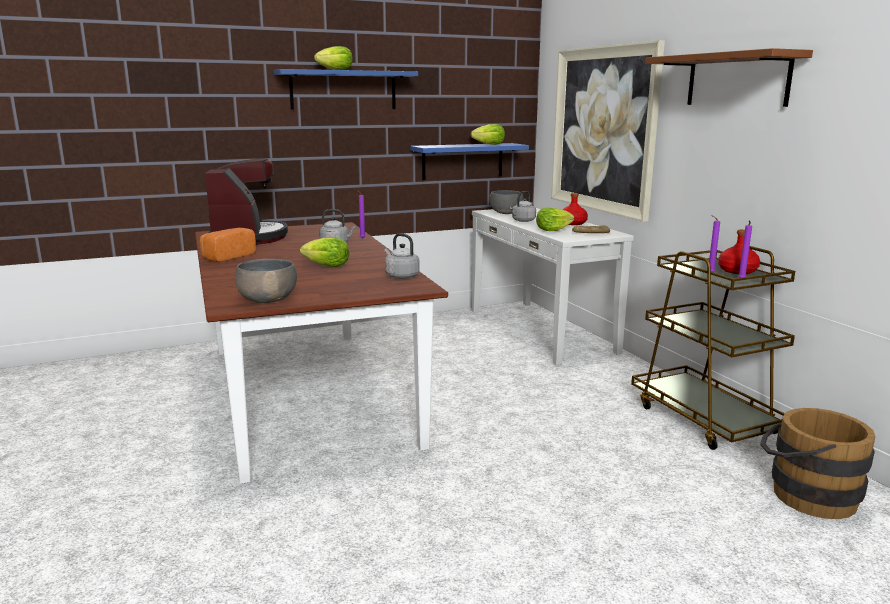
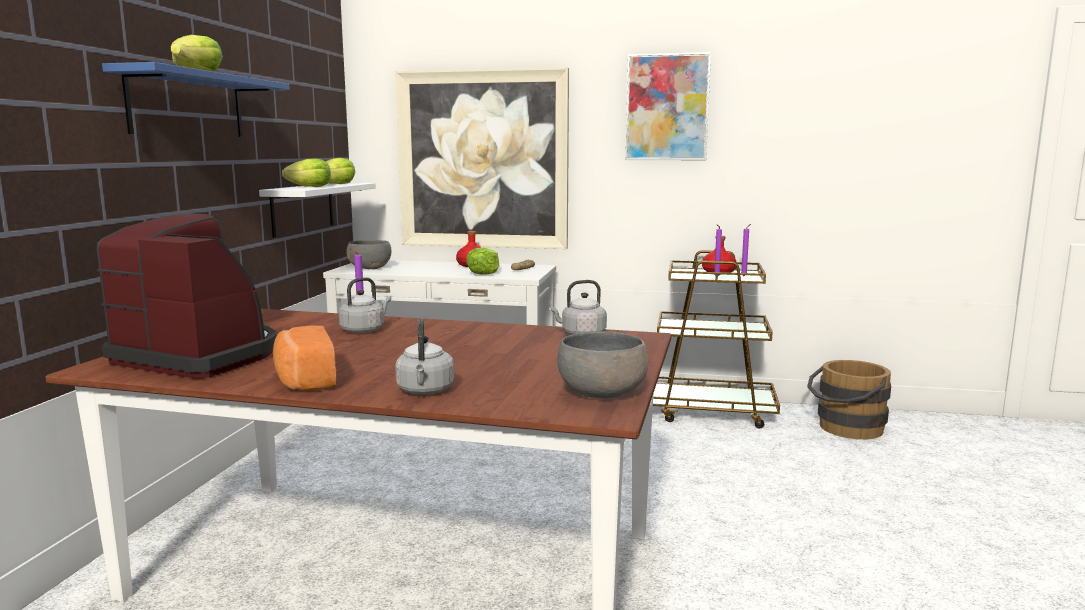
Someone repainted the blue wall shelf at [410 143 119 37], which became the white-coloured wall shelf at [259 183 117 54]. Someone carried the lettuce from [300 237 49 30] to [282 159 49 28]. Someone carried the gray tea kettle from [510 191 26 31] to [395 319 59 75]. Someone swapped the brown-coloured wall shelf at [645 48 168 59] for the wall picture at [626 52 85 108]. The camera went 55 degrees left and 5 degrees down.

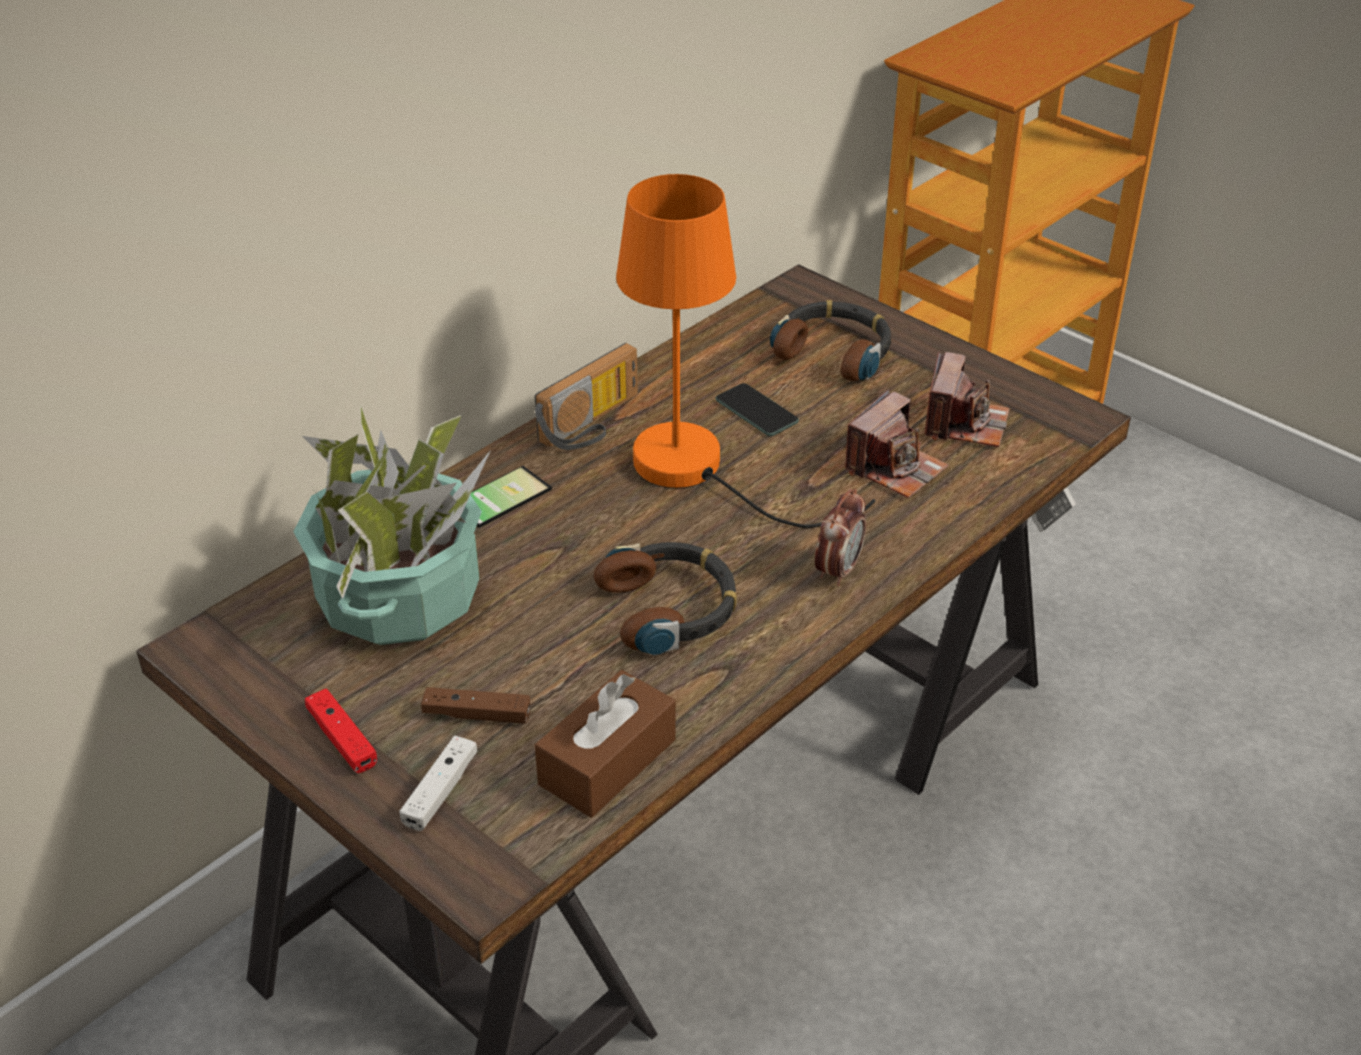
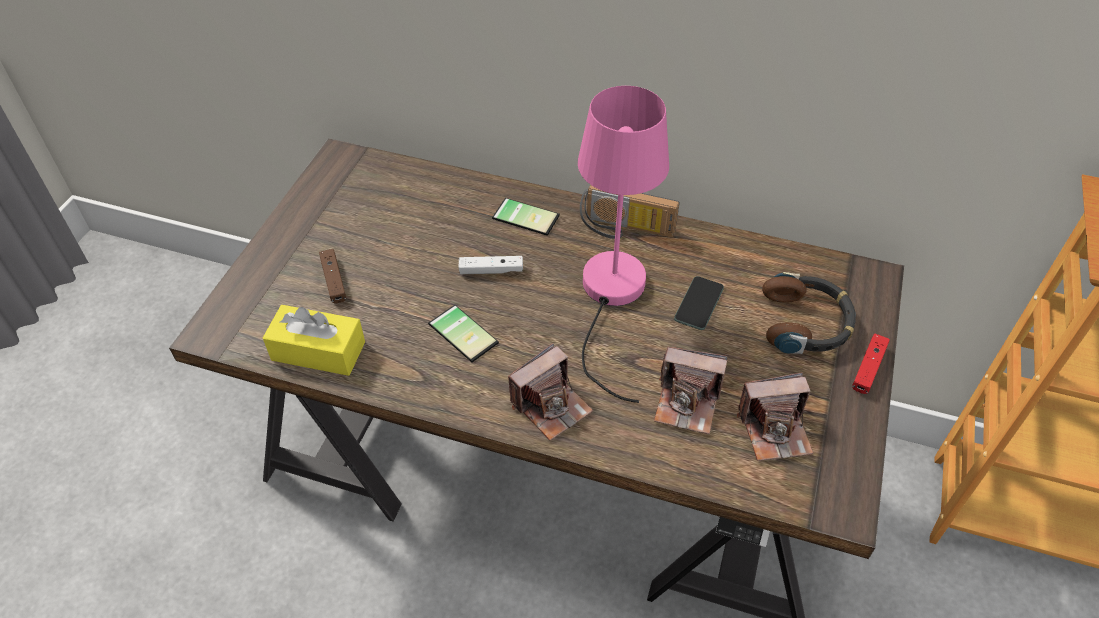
Someone repainted the brown-coloured tissue holder at [535 670 141 148], which became the yellowish tissue holder at [263 305 102 71]. Someone swapped the headset at [594 542 143 114] for the telephone at [428 305 71 57]. Someone carried the white-coloured gamepad from [399 736 79 95] to [459 256 64 18]. Someone swapped the bedside clock at [815 489 51 97] for the photo camera at [508 343 85 98]. Someone repainted the orange-coloured tabletop lamp at [616 174 259 354], which became the pink tabletop lamp at [578 86 91 317]. Someone carried the red-coloured gamepad from [305 689 72 84] to [852 334 38 60]. Someone took away the houseplant at [293 405 198 240]. The camera went 65 degrees right and 10 degrees up.

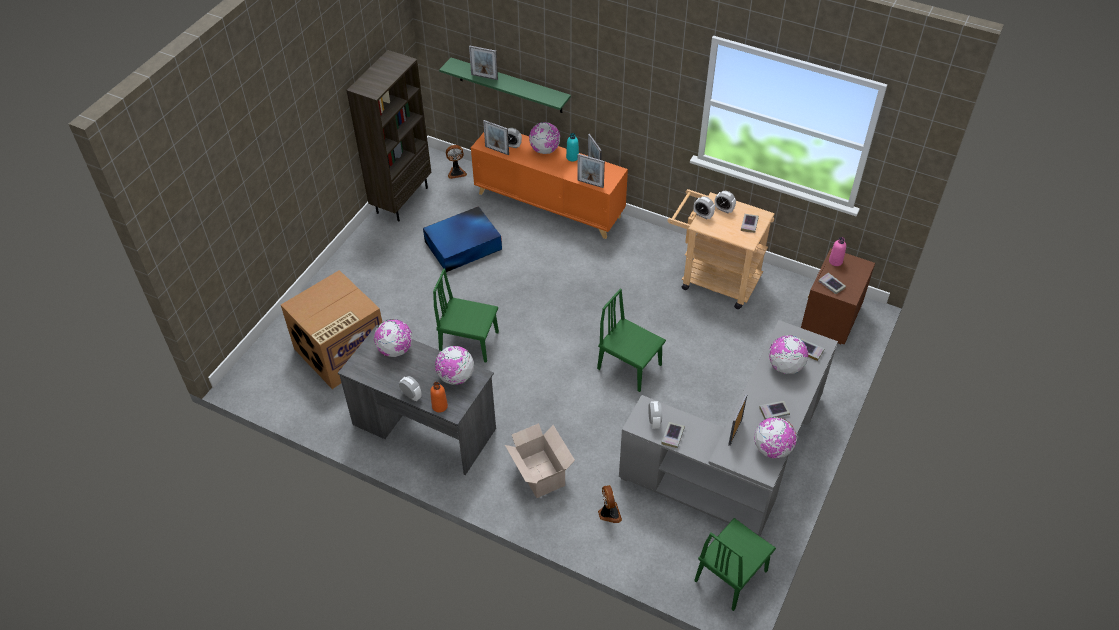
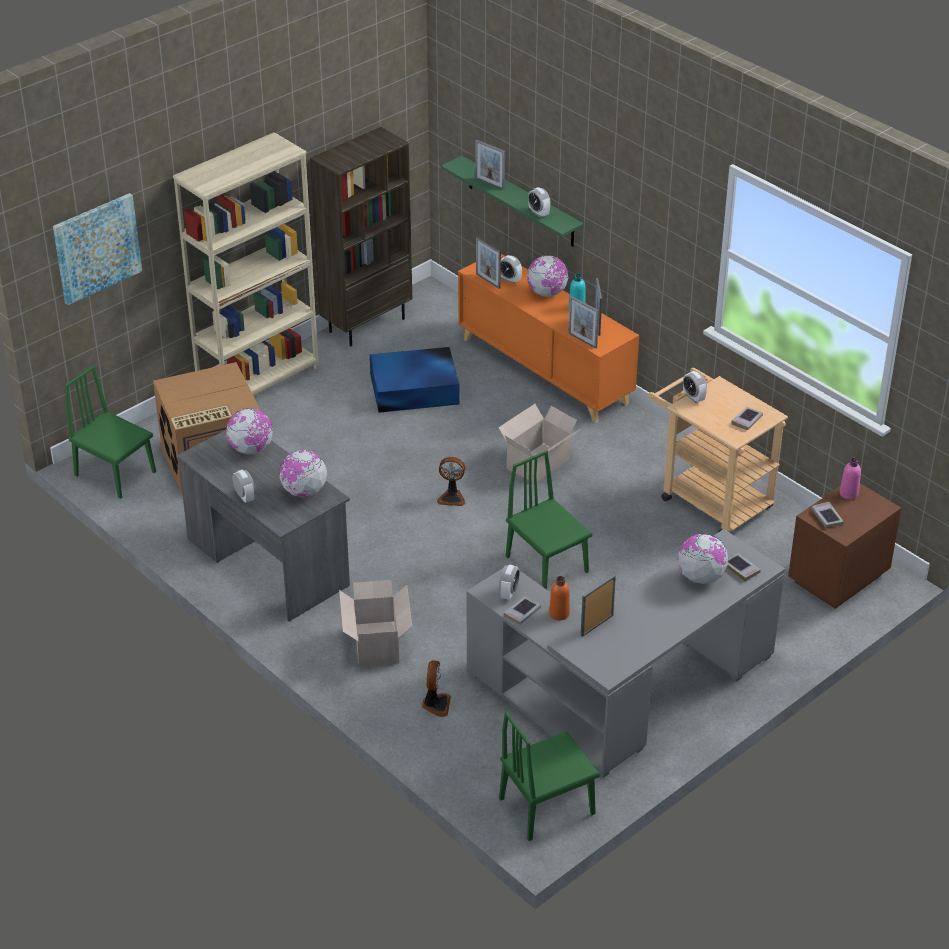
Someone put up the wall picture at [53 193 89 112]. Someone carried the greenish chair from [433 269 66 94] to [65 366 91 133]. Someone put down the beige-coloured shelving unit at [173 132 146 264]. Someone carried the fan from [446 145 21 34] to [437 456 28 50]. Someone put down the carton at [498 404 83 79]. Someone carried the bedside clock from [715 191 21 22] to [528 187 23 31]. Someone carried the orange-coloured bottle from [430 382 18 31] to [549 576 21 44]. Someone took away the world globe at [754 417 43 42]. Someone took away the book at [759 401 31 18]. The camera went 20 degrees right and 10 degrees down.

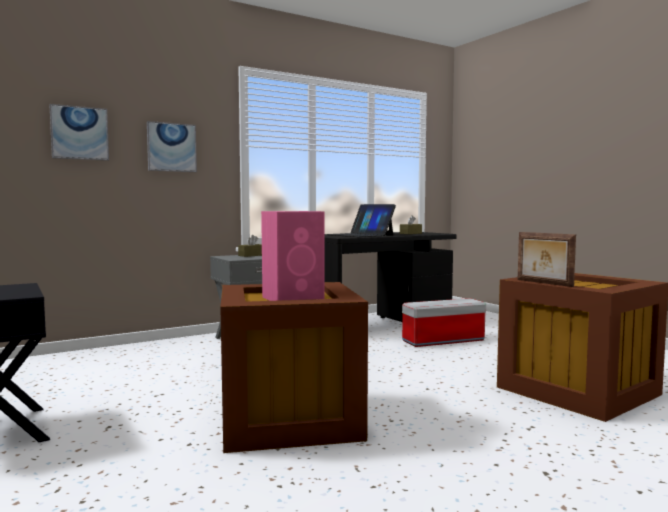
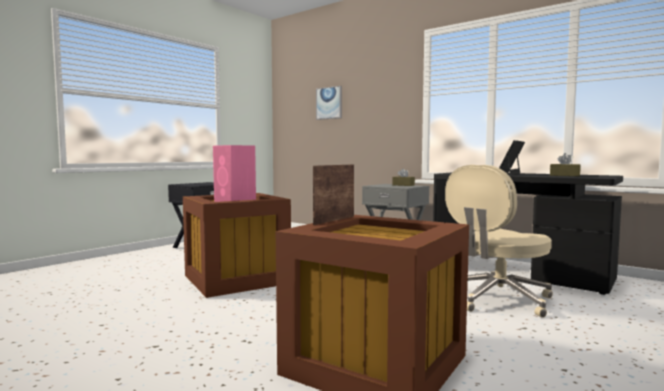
Someone swapped the storage box at [402 298 84 49] for the beige-coloured desk chair at [445 165 108 153]. Someone took away the wall picture at [147 121 50 51]. The camera went 70 degrees right and 0 degrees up.

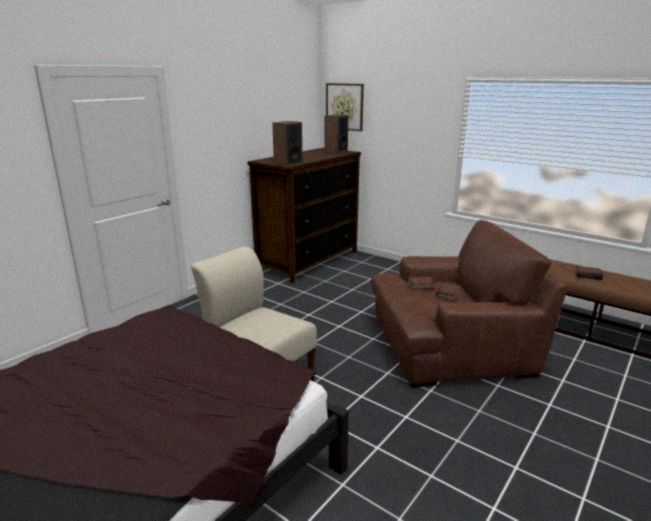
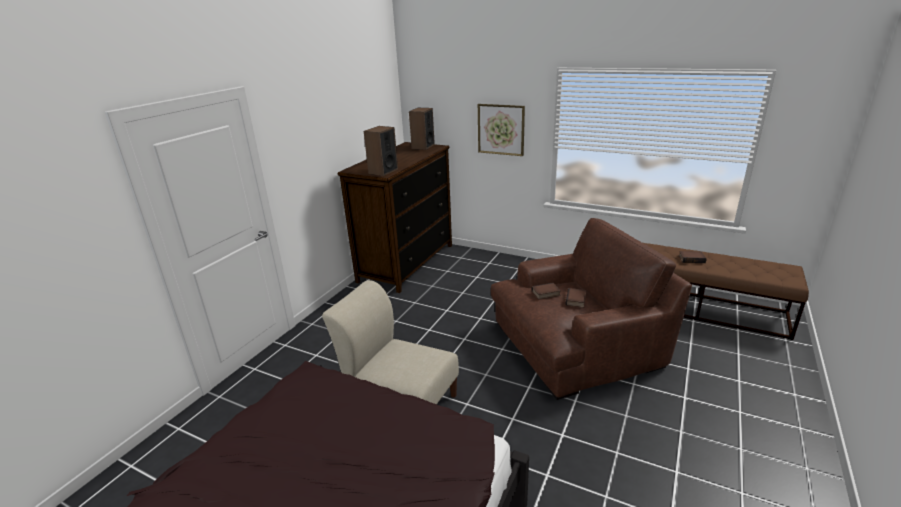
Someone carried the wall picture from [326 83 38 48] to [478 104 47 52]. The camera went 10 degrees left and 5 degrees up.

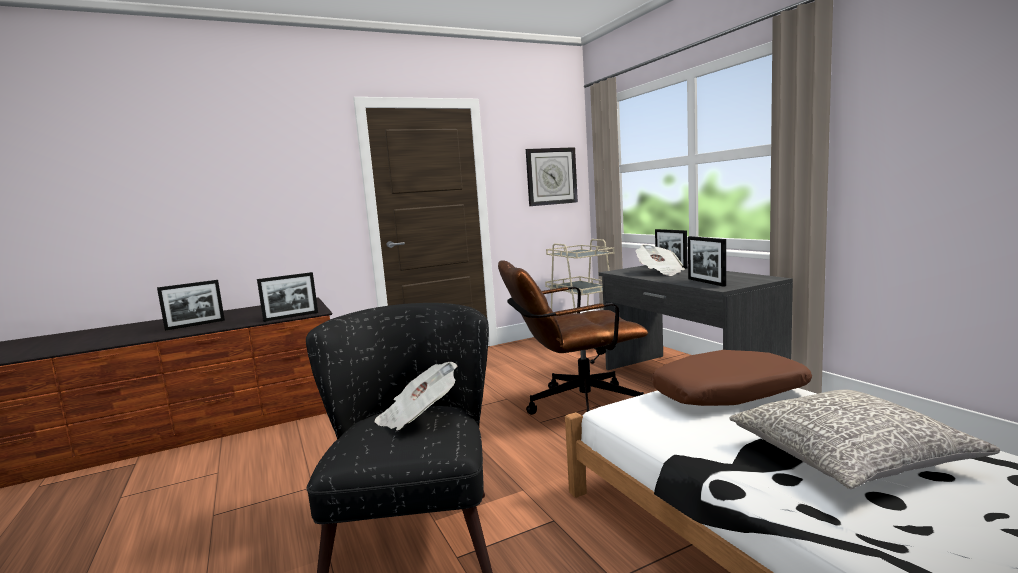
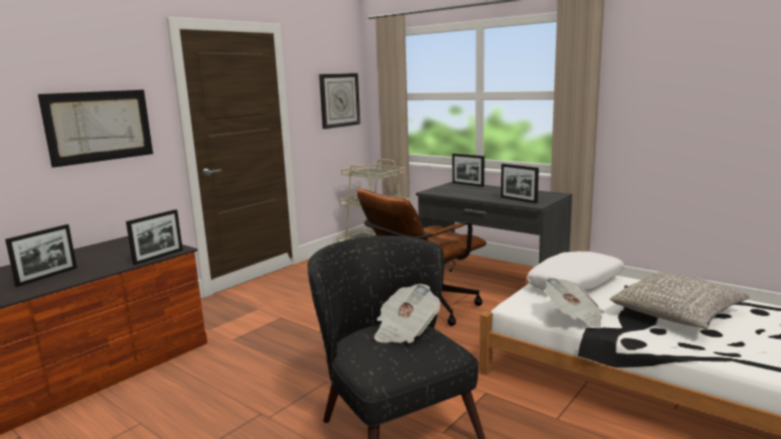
Someone put up the wall picture at [38 90 115 78]. Someone repainted the brown-coloured cushion at [651 350 161 56], which became the white-coloured cushion at [527 251 98 41]. Someone carried the printed paper from [635 244 50 32] to [545 277 59 51]. The camera went 25 degrees left and 5 degrees up.

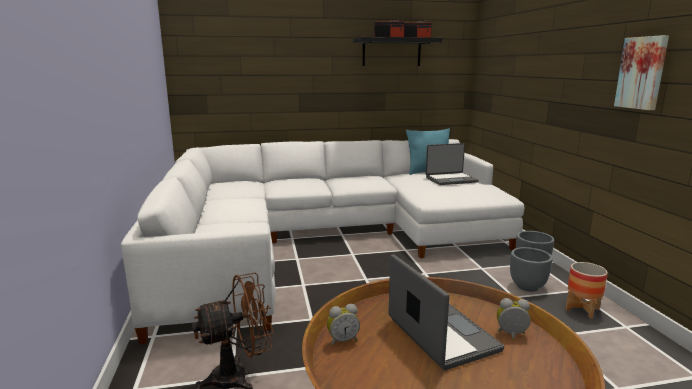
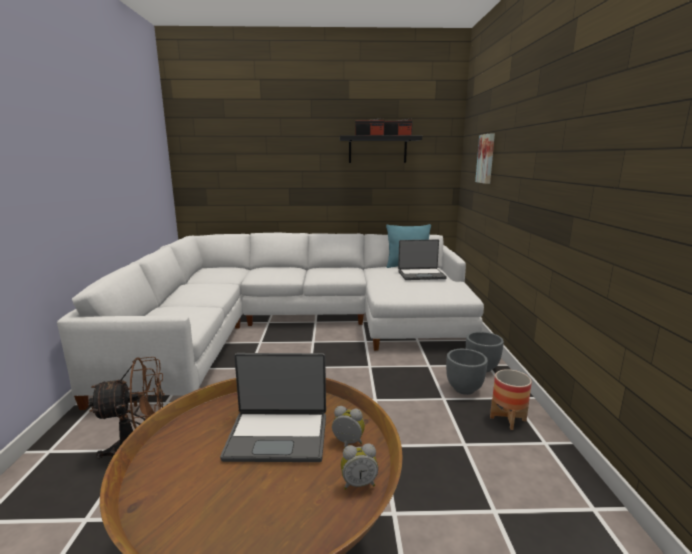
Someone rotated the laptop at [389 254 115 116] by 105 degrees clockwise. Someone carried the bedside clock from [327 304 33 42] to [341 443 37 47]. Someone carried the wall picture from [614 35 55 75] to [475 133 20 51]. The camera went 10 degrees right and 0 degrees up.

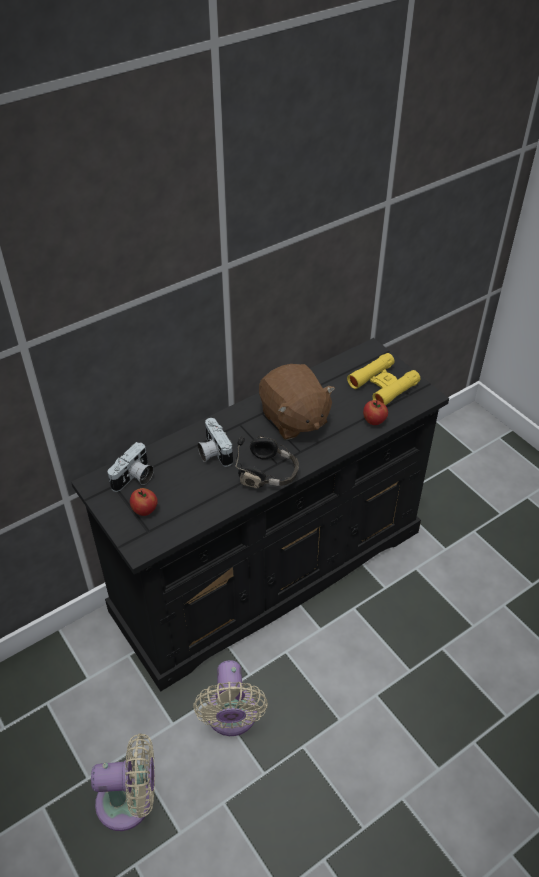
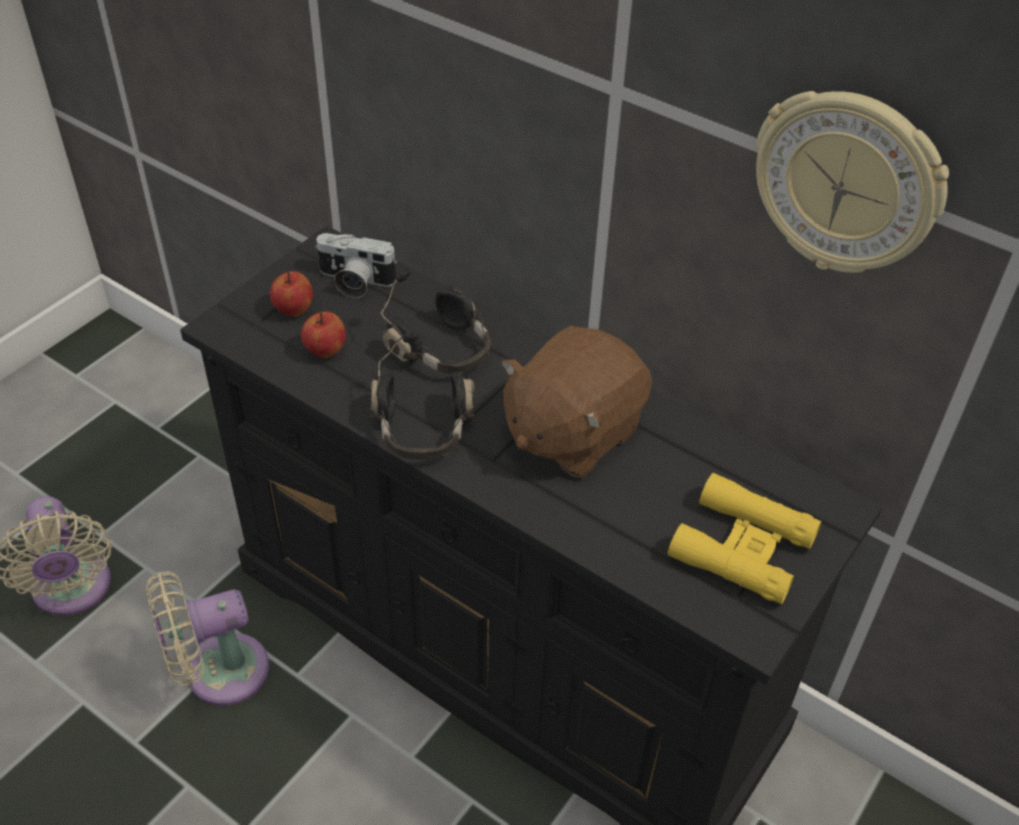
Someone carried the whole apple from [363 400 25 25] to [301 311 45 47]. Someone swapped the photo camera at [197 418 36 49] for the black-coloured headset at [380 268 111 106]. Someone put up the clock on the wall at [756 91 193 182]. The camera went 70 degrees right and 0 degrees up.

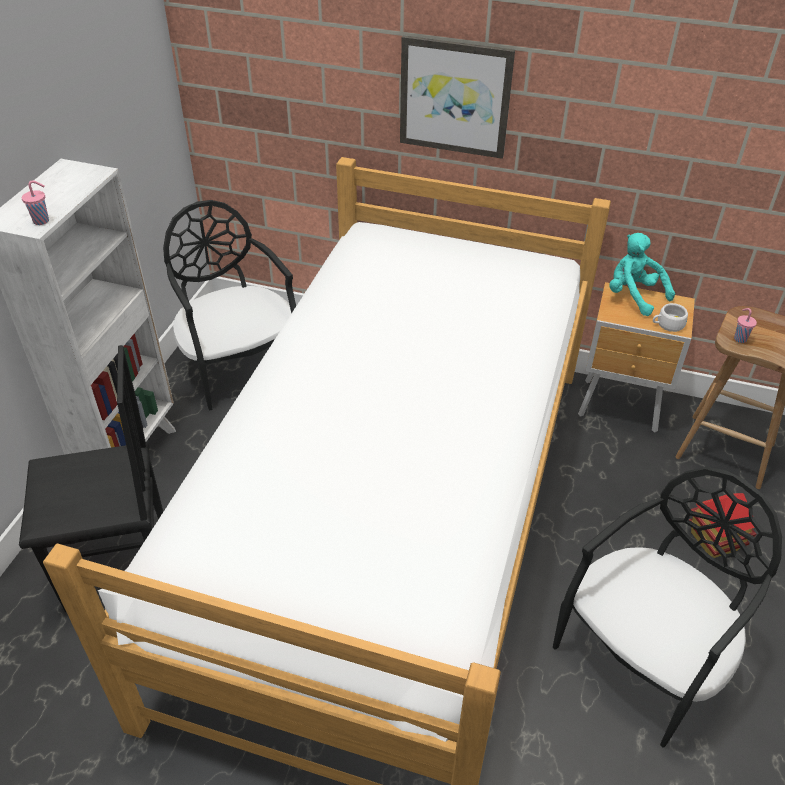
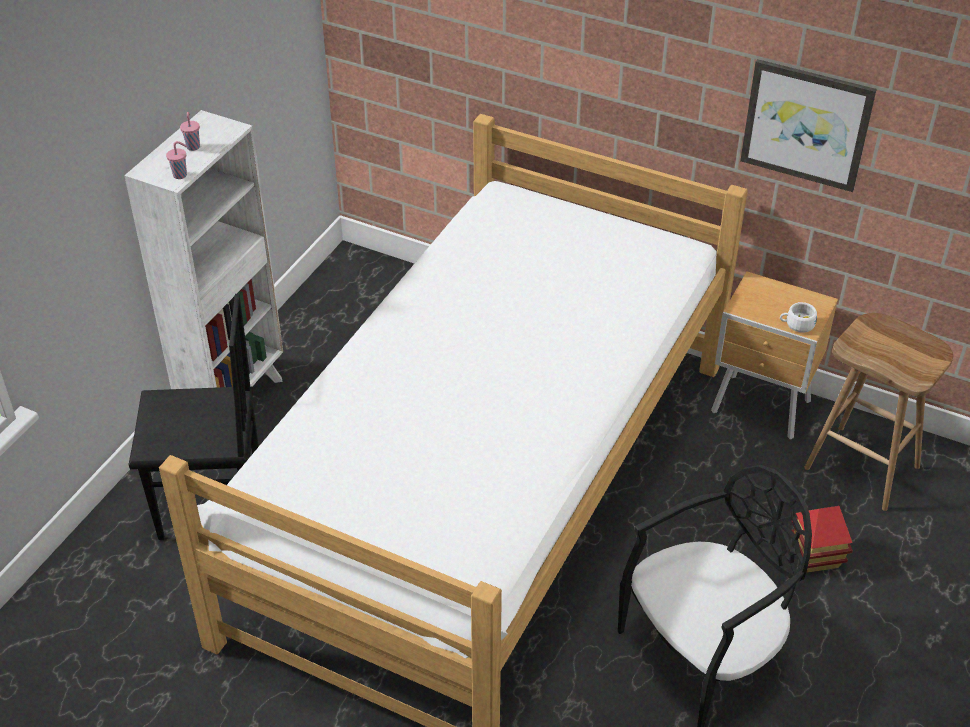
Someone carried the pink small cup from [734 308 23 35] to [180 112 20 39]. Someone carried the wall picture from [400 35 115 124] to [740 59 137 133]. Someone took away the black-coloured chair at [163 200 133 210]. Someone took away the blue-green plush toy at [609 233 66 83]. The camera went 10 degrees right and 0 degrees up.

